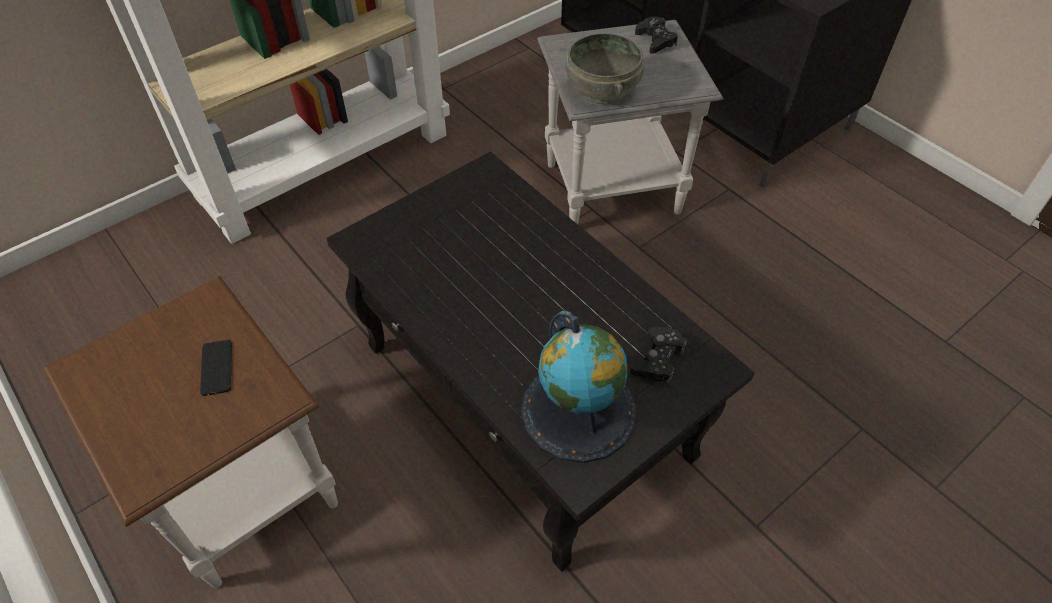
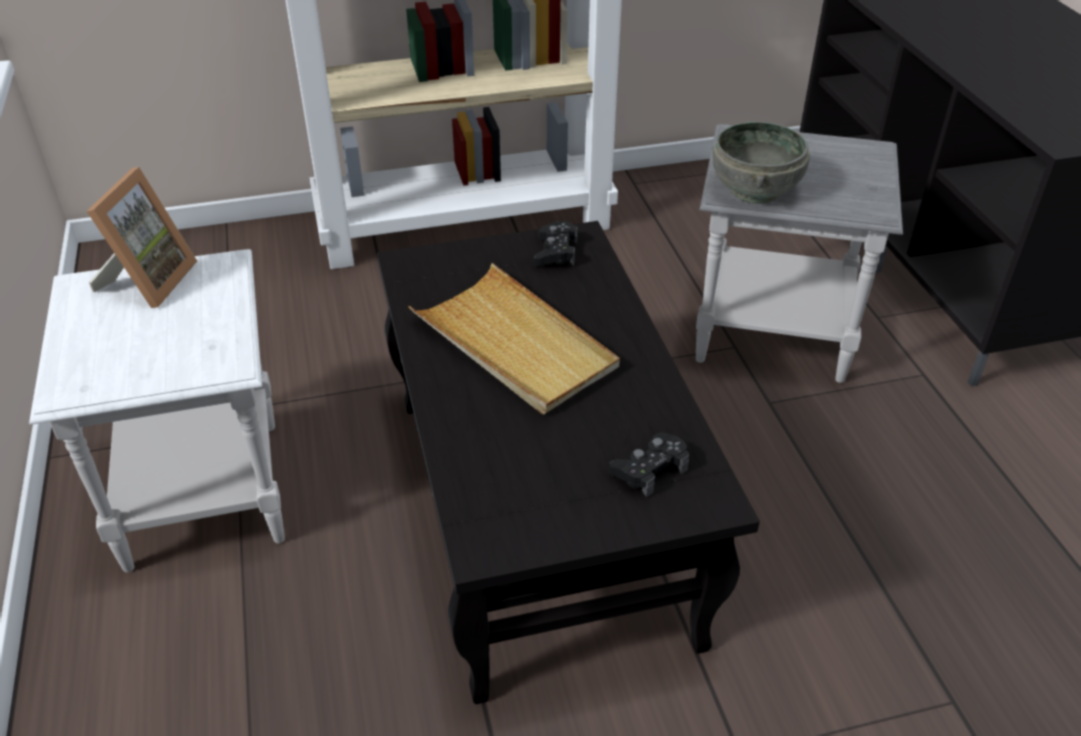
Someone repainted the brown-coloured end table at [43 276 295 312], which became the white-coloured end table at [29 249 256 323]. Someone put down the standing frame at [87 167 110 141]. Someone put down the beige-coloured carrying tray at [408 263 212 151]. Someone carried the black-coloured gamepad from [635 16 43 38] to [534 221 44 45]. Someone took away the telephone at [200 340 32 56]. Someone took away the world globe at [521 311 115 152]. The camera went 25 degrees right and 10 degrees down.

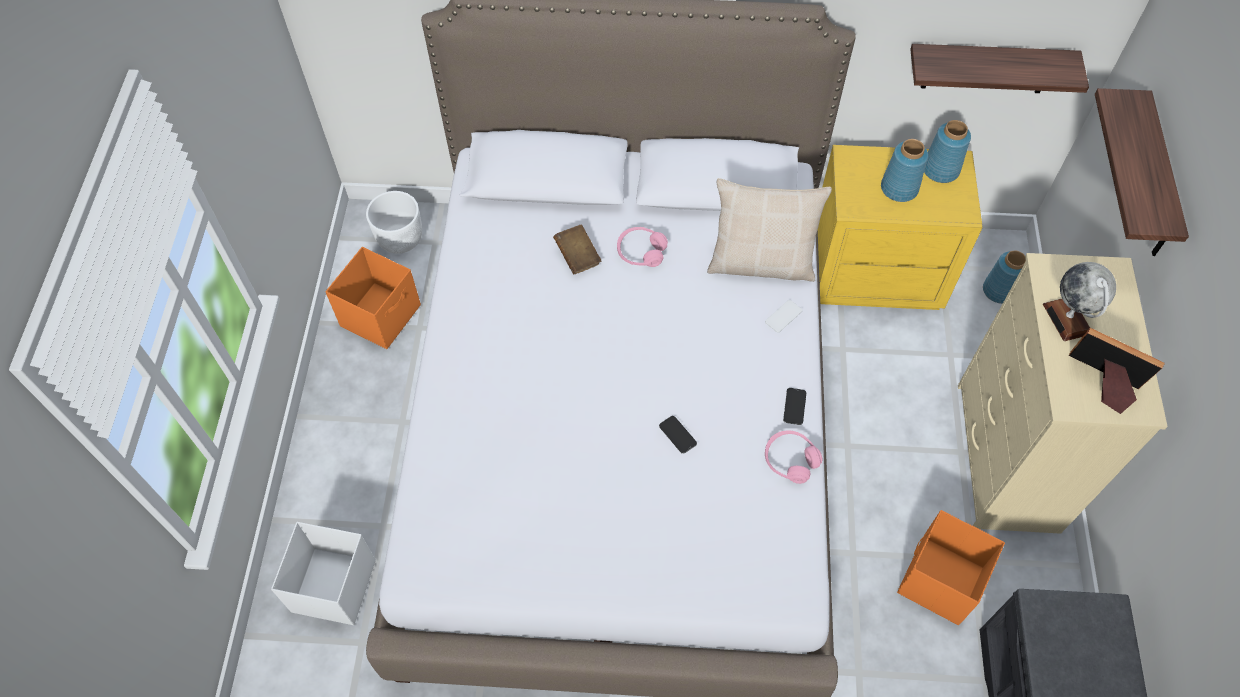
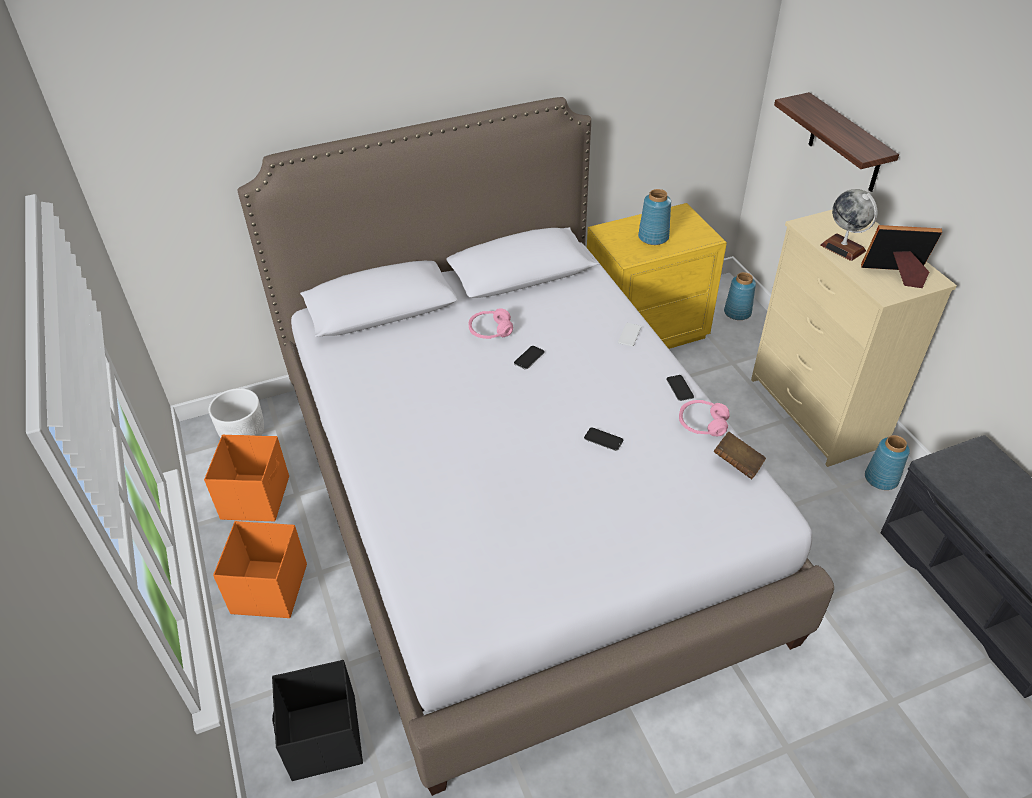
Someone carried the orange-coloured storage box from [897 510 108 115] to [213 521 94 97]. Someone repainted the white-coloured storage box at [271 522 105 103], which became the black-coloured storage box at [272 660 91 121]. Someone put down the telephone at [514 346 31 24]. Someone carried the brown-coloured book from [553 224 48 51] to [714 431 52 48]. Someone carried the blue flower vase from [924 120 47 63] to [865 435 45 55]. Someone took away the beige-coloured cushion at [707 178 125 104]. Someone took away the wall shelf at [910 44 179 49]. The camera went 25 degrees left and 15 degrees down.

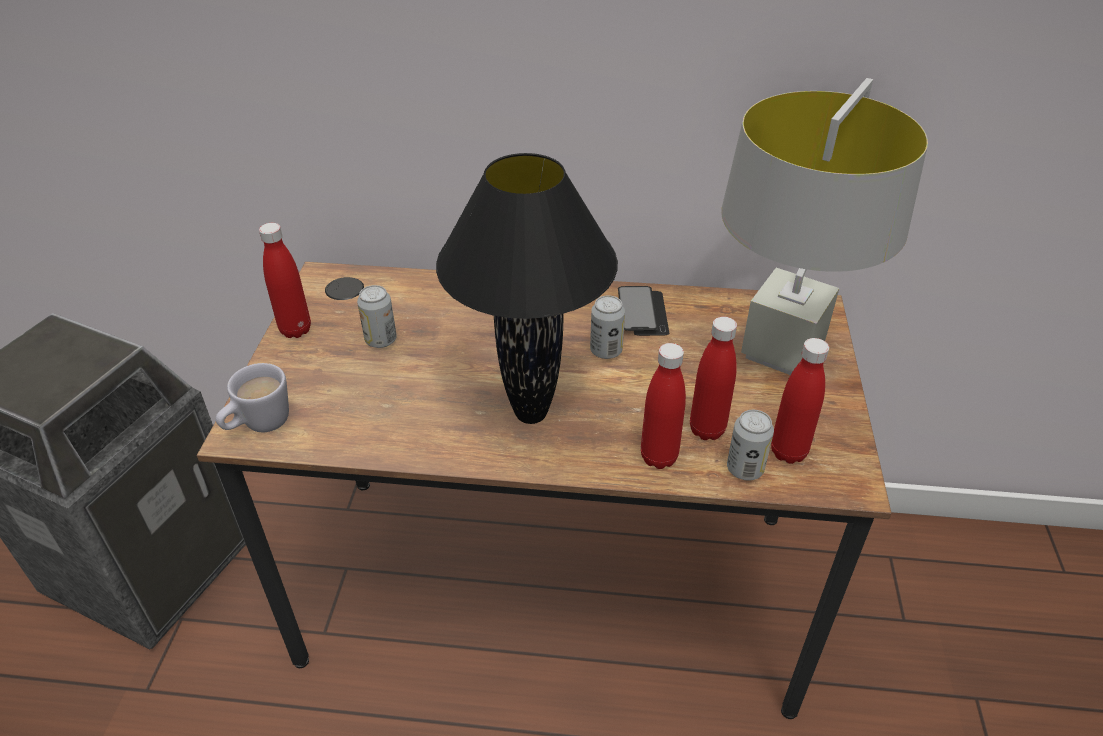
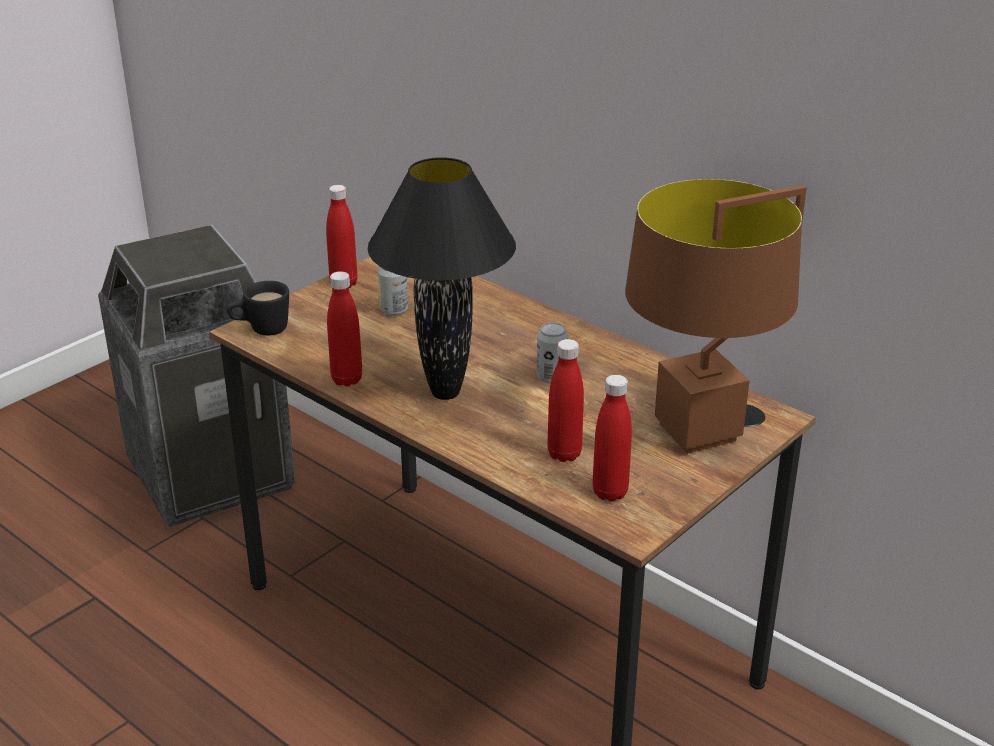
Someone repainted the white-coloured coffee mug at [216 363 73 69], which became the black-coloured coffee mug at [227 281 62 55]. Someone carried the red-coloured bottle from [641 343 45 126] to [327 271 35 116]. Someone repainted the gray tabletop lamp at [721 78 207 297], which became the brown-coloured tabletop lamp at [625 179 182 275]. Someone took away the telephone at [618 286 51 50]. Someone took away the metal can at [727 410 47 71]. The camera went 35 degrees right and 10 degrees down.

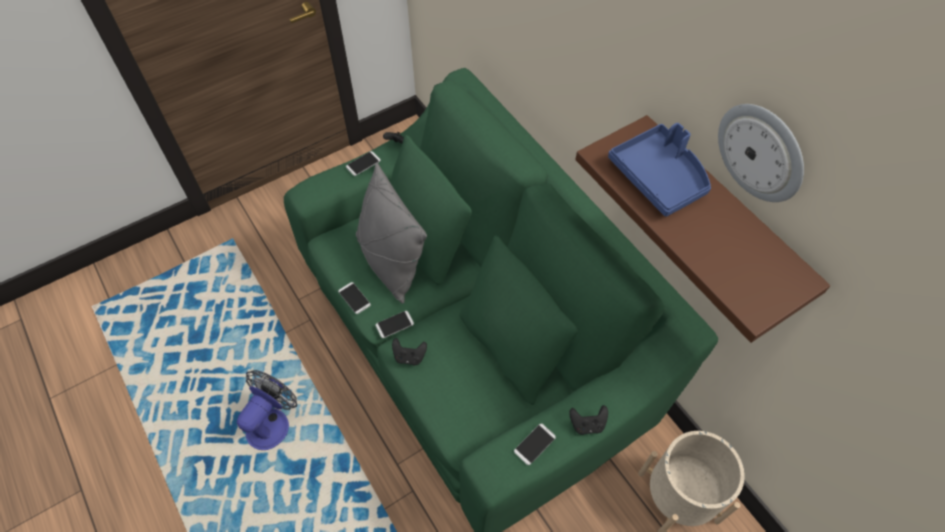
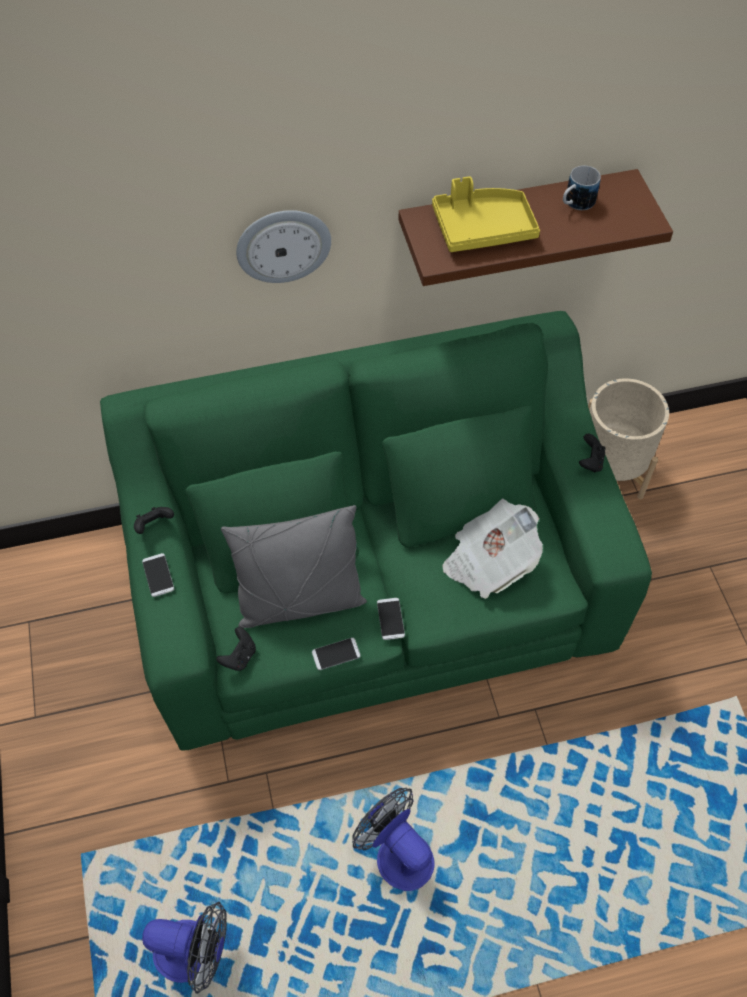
Someone put down the fan at [142 902 85 92]. Someone carried the black-coloured gamepad from [392 338 35 27] to [216 627 40 44]. Someone carried the clock on the wall from [718 104 86 98] to [236 210 95 73]. Someone repainted the blue carrying tray at [608 123 103 94], which became the yellowish carrying tray at [432 176 108 76]. Someone put down the printed paper at [442 498 101 101]. Someone put down the coffee mug at [563 166 38 44]. Someone took away the telephone at [514 423 42 42]. The camera went 70 degrees left and 0 degrees up.

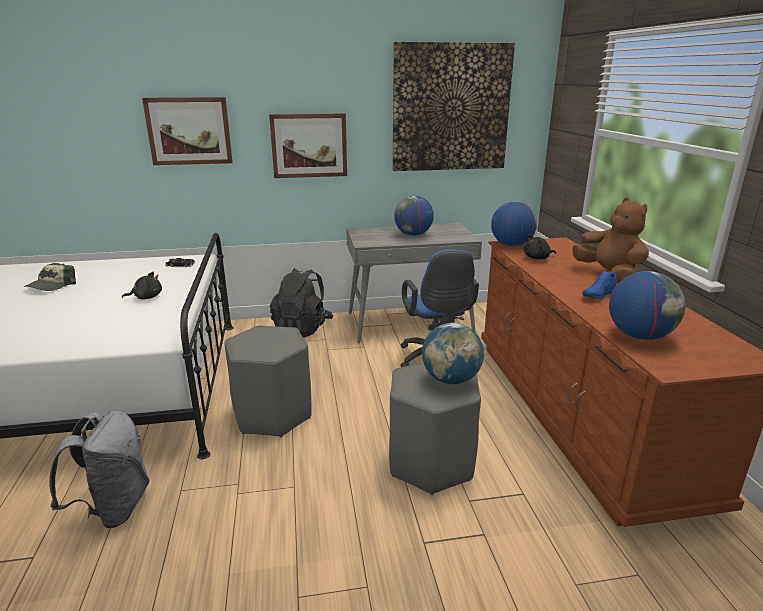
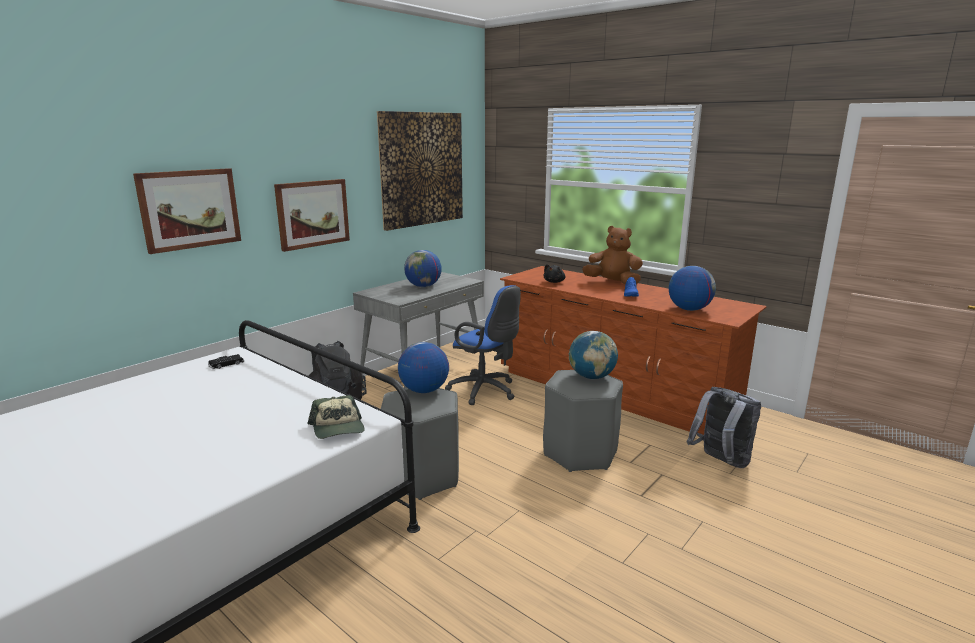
Someone carried the peaked cap from [24 263 52 28] to [308 395 57 44]. Someone carried the world globe from [491 201 46 45] to [398 342 51 51]. Someone carried the gray rucksack from [49 410 101 118] to [687 387 74 81]. Someone took away the black-coloured plush toy at [122 272 40 28]. The camera went 40 degrees left and 5 degrees down.

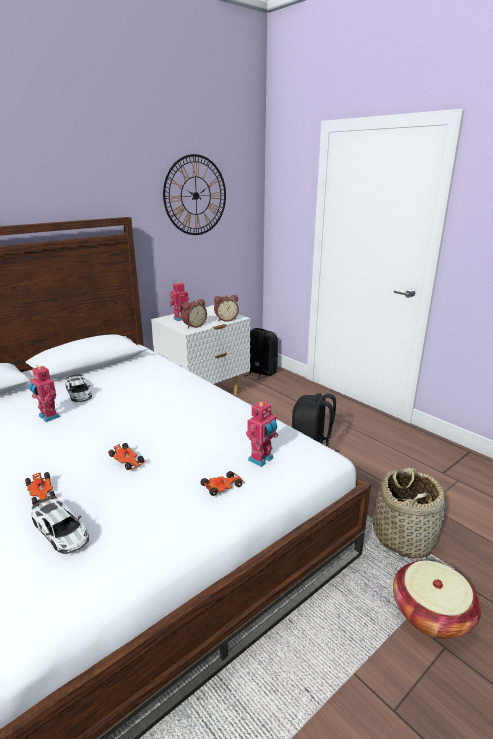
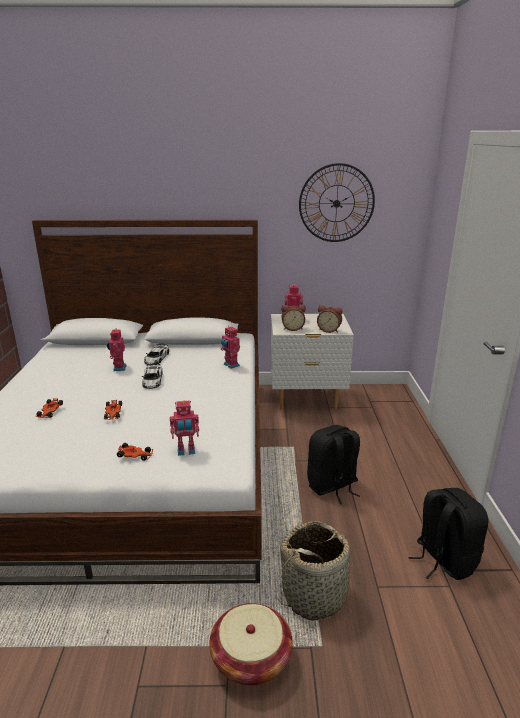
Someone carried the miniature car from [32 496 57 58] to [142 363 20 26]. Someone put down the model robot at [221 326 19 43]. Someone carried the black-coloured rucksack from [245 328 33 51] to [408 488 80 92]. The camera went 40 degrees right and 0 degrees up.

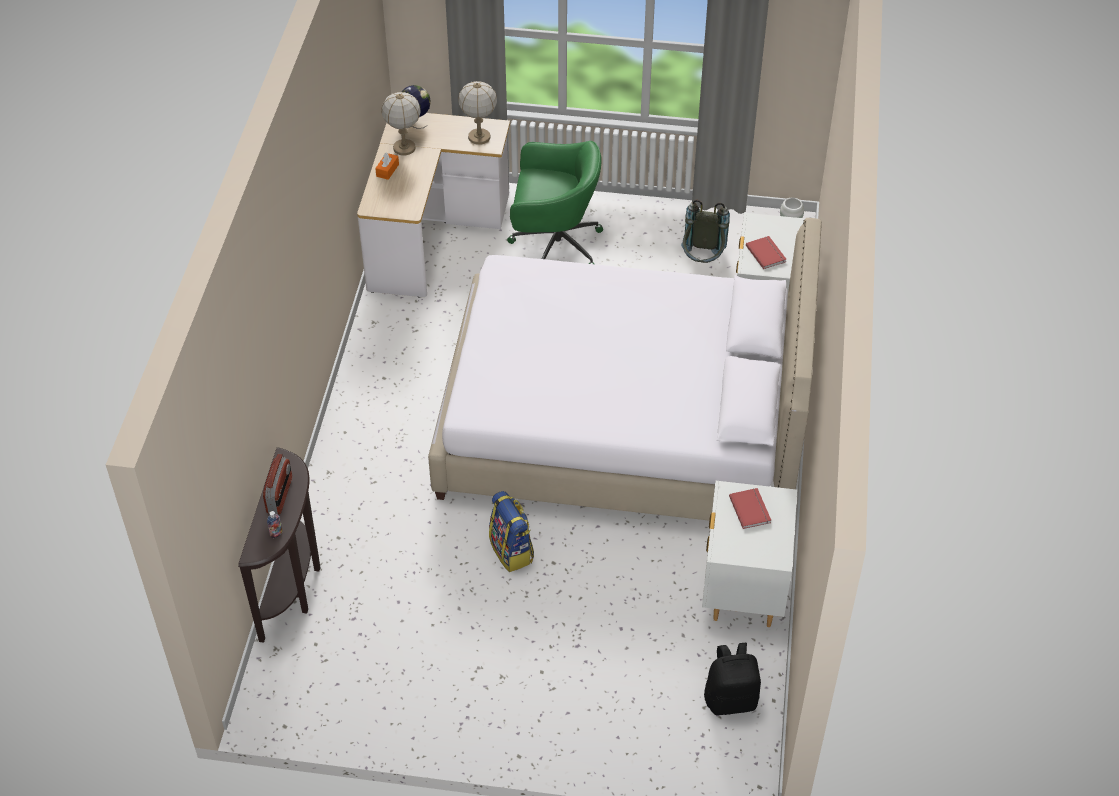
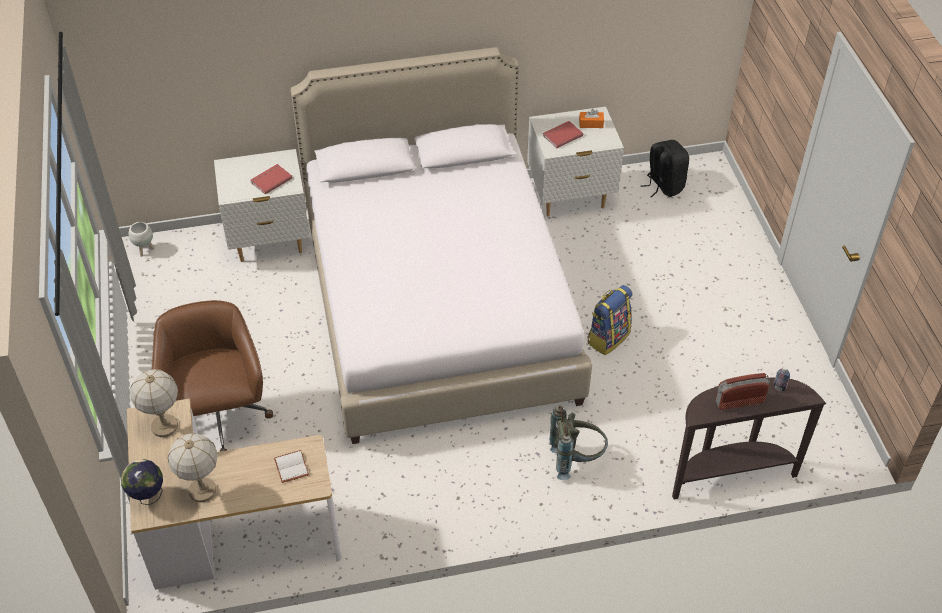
Someone repainted the greenish desk chair at [507 141 96 123], which became the brown-coloured desk chair at [152 300 121 151]. Someone put down the white-coloured book at [274 450 35 33]. Someone carried the gray rucksack from [681 200 49 63] to [550 406 58 74]. Someone carried the orange-coloured tissue holder from [375 152 24 28] to [579 109 25 19]. The camera went 110 degrees left and 0 degrees up.

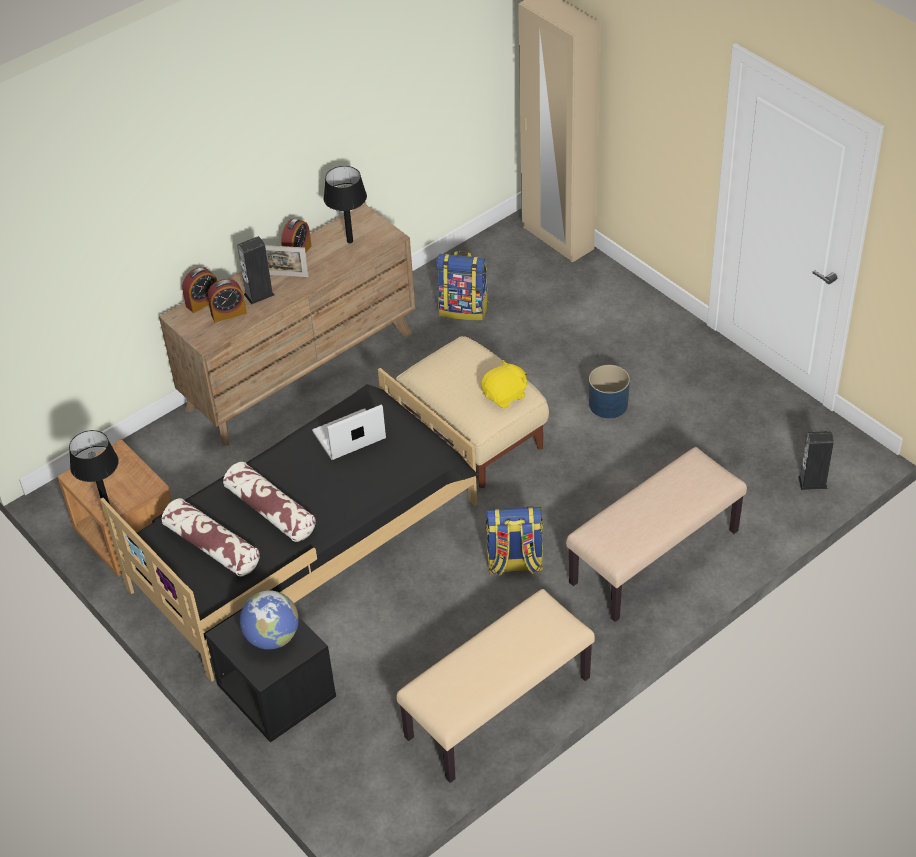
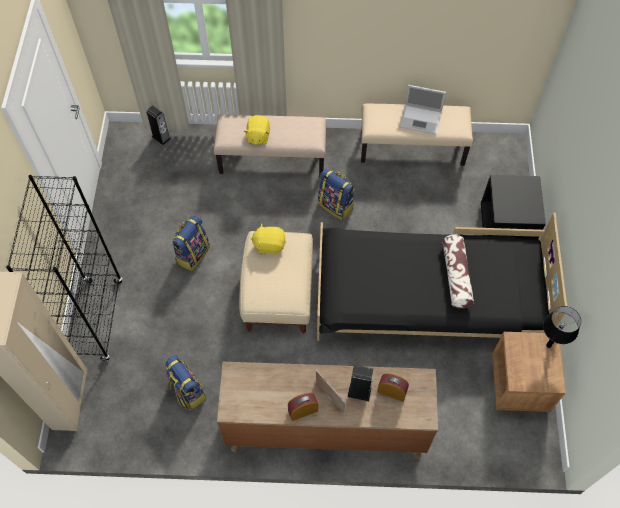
Someone put down the black-coloured shelving unit at [6 175 116 186]. Someone swapped the blue flower pot at [589 365 41 53] for the rucksack at [172 215 38 56]. Someone put down the yellowish plush toy at [244 115 26 30]. Someone carried the laptop from [312 405 74 55] to [400 85 46 50]. Someone took away the cushion at [162 498 98 78]. Someone took away the bedside clock at [182 267 35 46]. Someone took away the world globe at [240 590 59 59]. Someone took away the black-coloured tabletop lamp at [324 166 43 77]. The camera went 140 degrees left and 15 degrees up.

